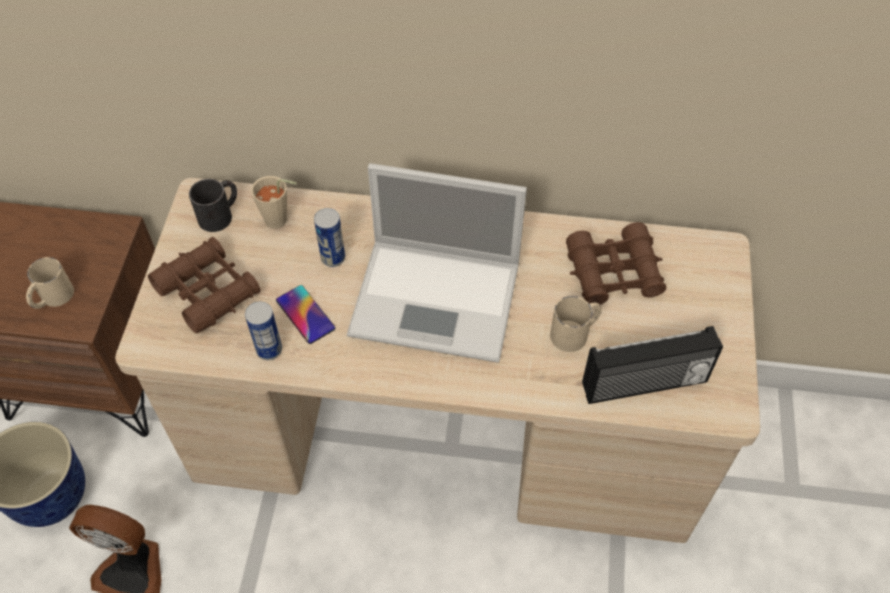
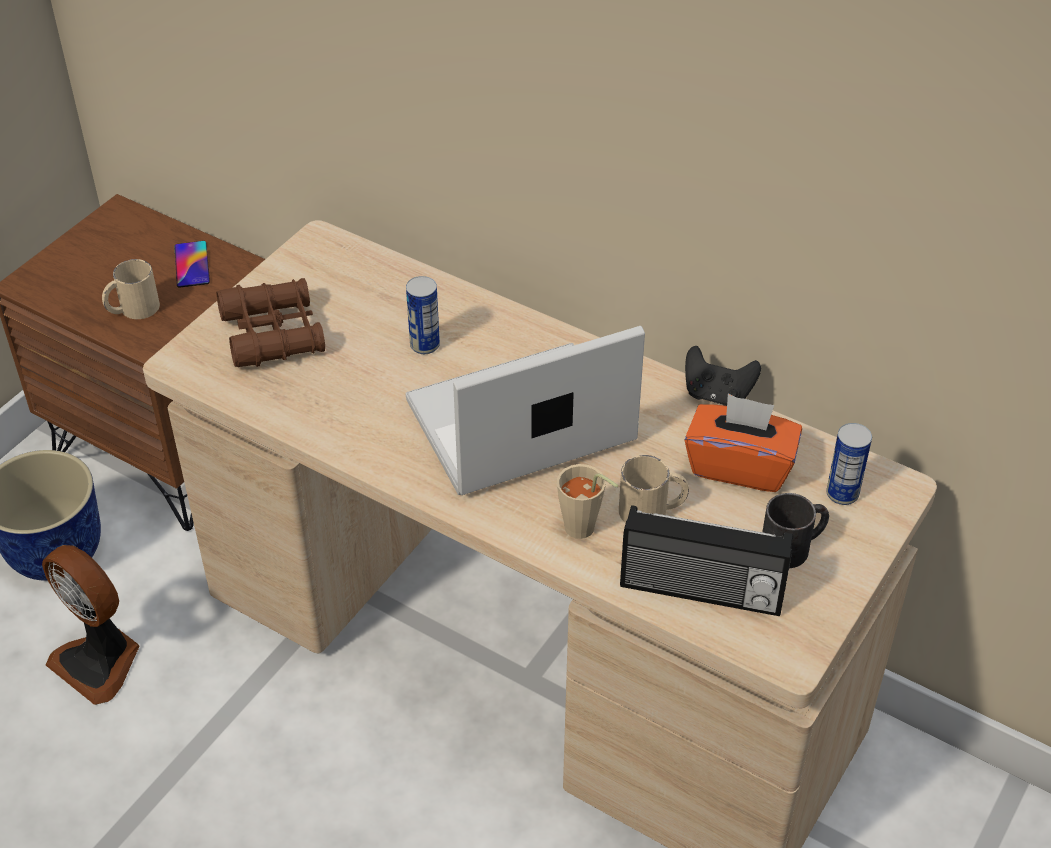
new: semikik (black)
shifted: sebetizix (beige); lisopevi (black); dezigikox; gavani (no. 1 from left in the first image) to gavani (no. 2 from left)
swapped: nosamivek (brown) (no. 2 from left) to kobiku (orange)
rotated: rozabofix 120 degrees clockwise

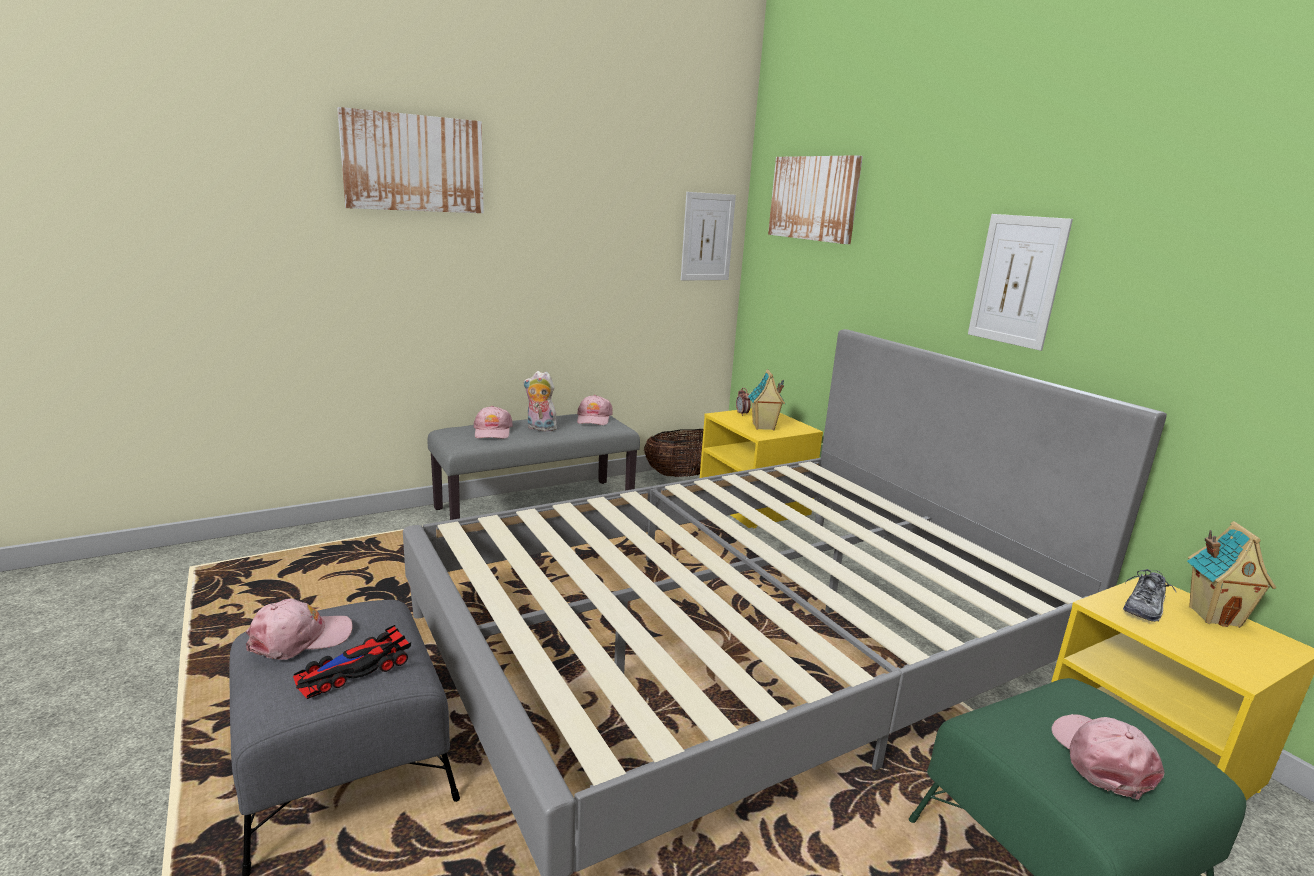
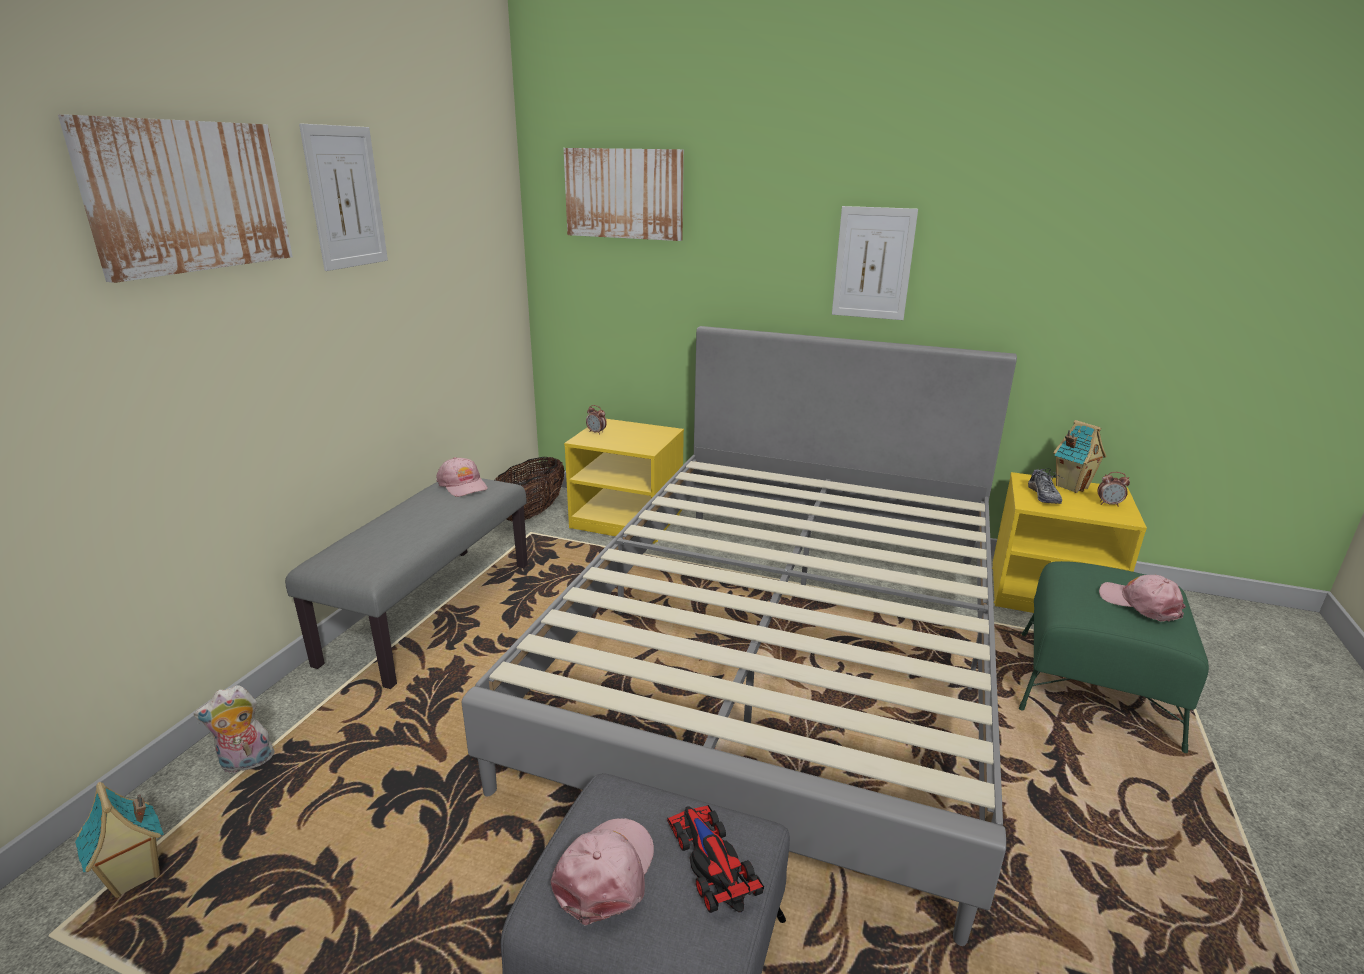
gone: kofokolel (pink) (no. 2 from left)
new: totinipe (no. 2 from left)
shifted: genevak (no. 2 from left); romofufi (no. 1 from left); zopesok
rotated: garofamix 150 degrees clockwise

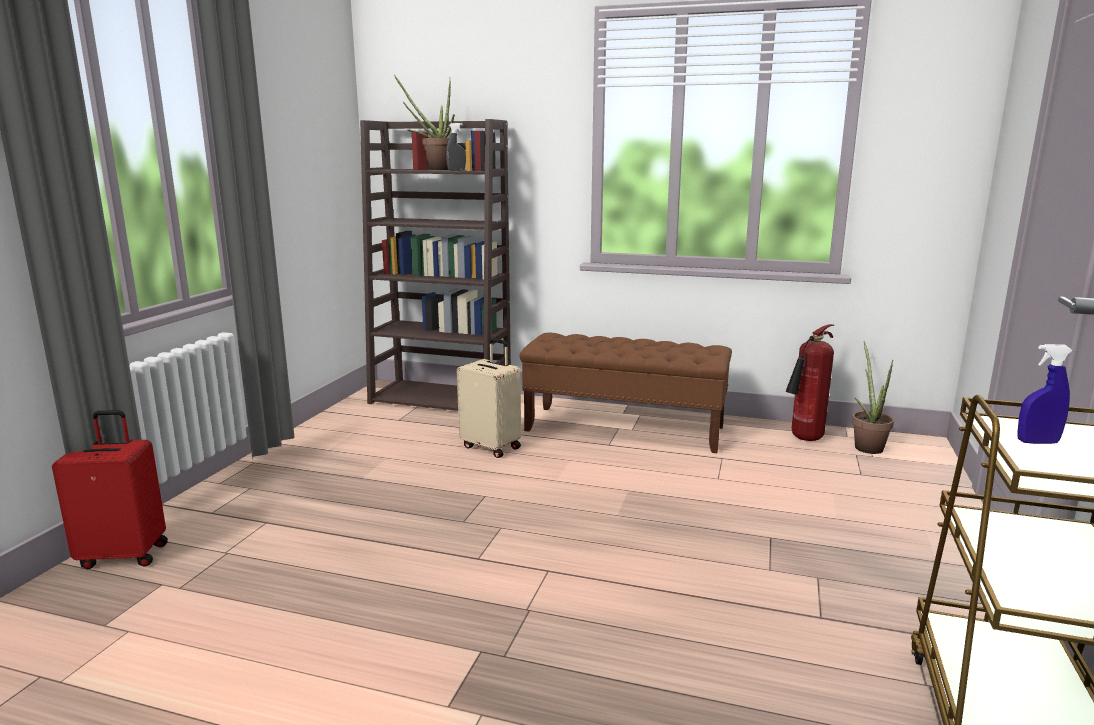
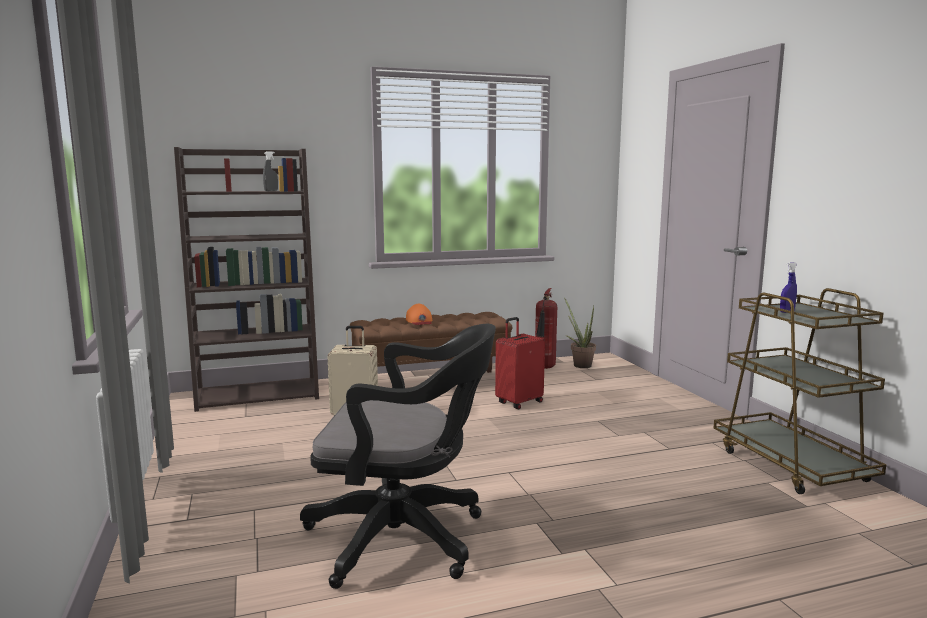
gone: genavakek (no. 1 from left)
new: kofokolel (orange); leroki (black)
shifted: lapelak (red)

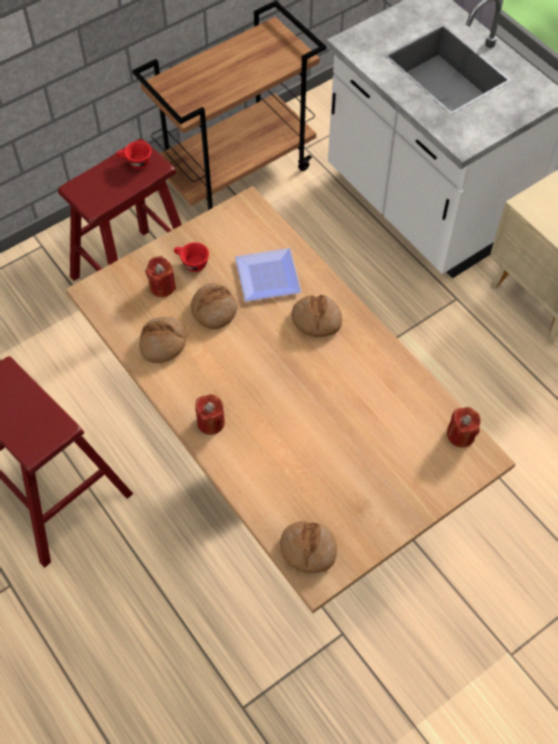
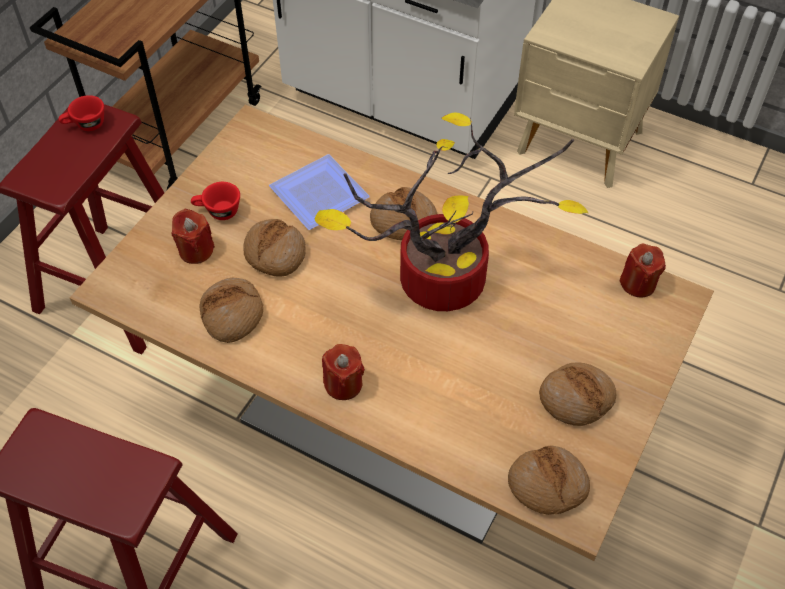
new: genavakek; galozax (no. 5 from left)

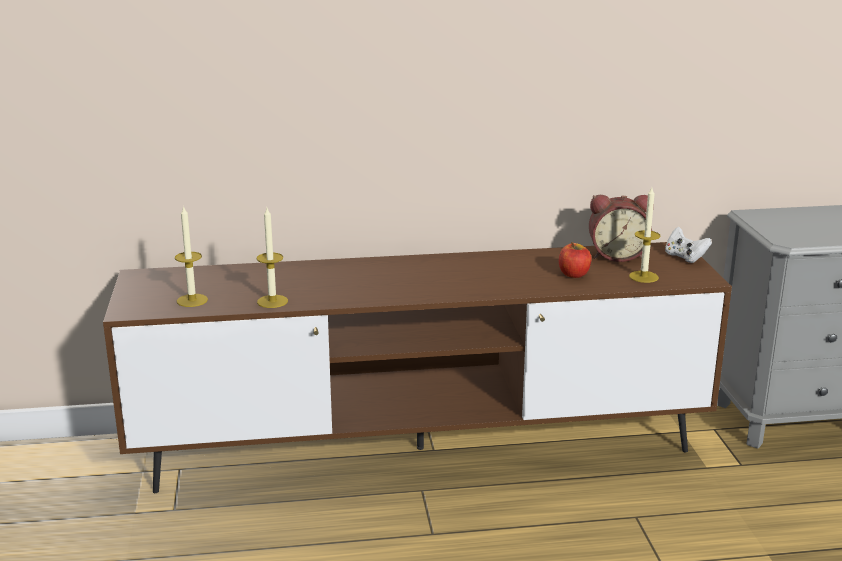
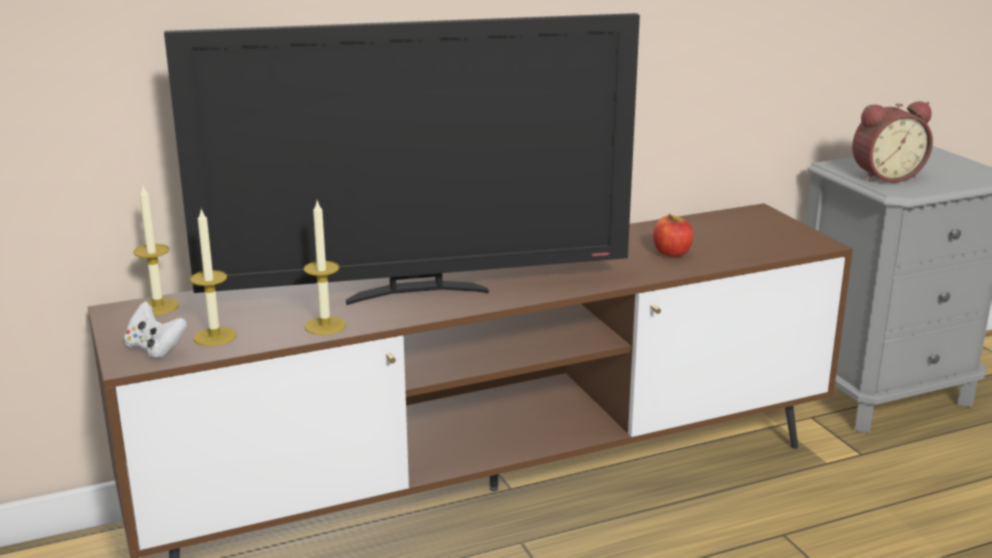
new: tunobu
shifted: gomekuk (no. 3 from left in the first image) to gomekuk (no. 1 from left); totinipe; semikik (white)

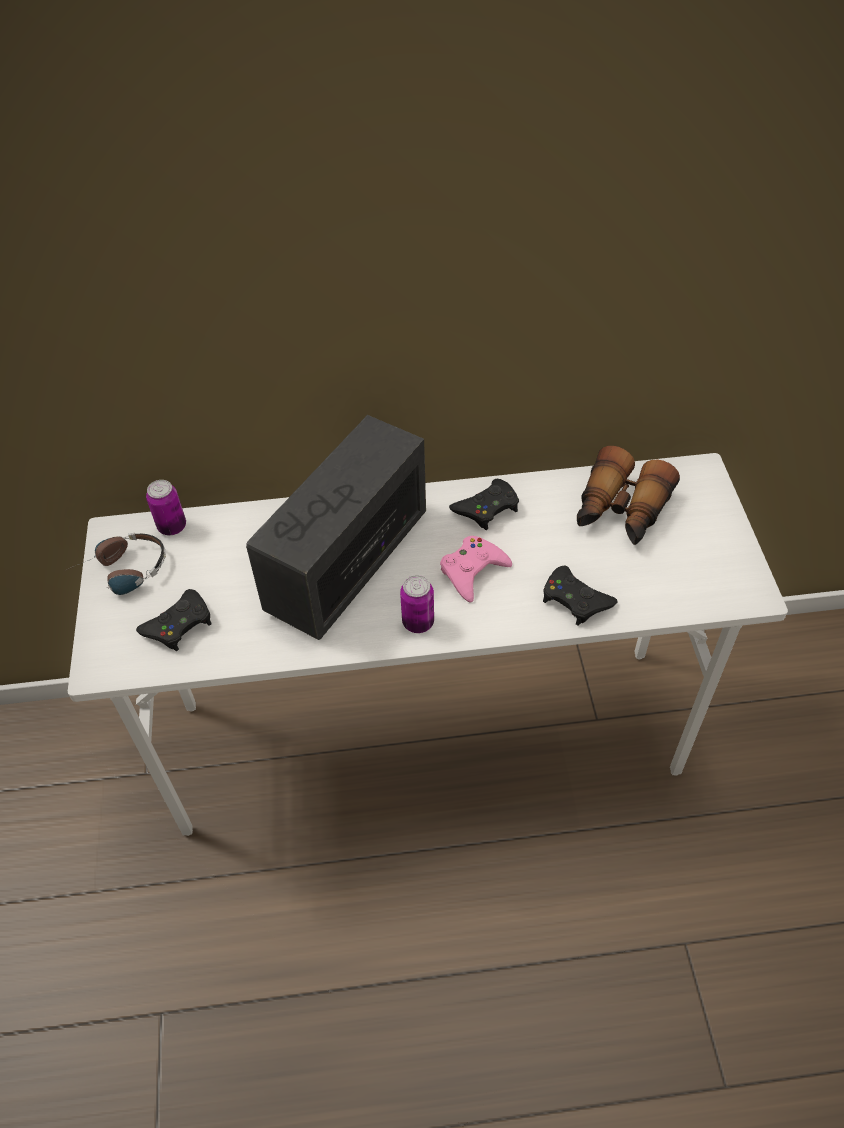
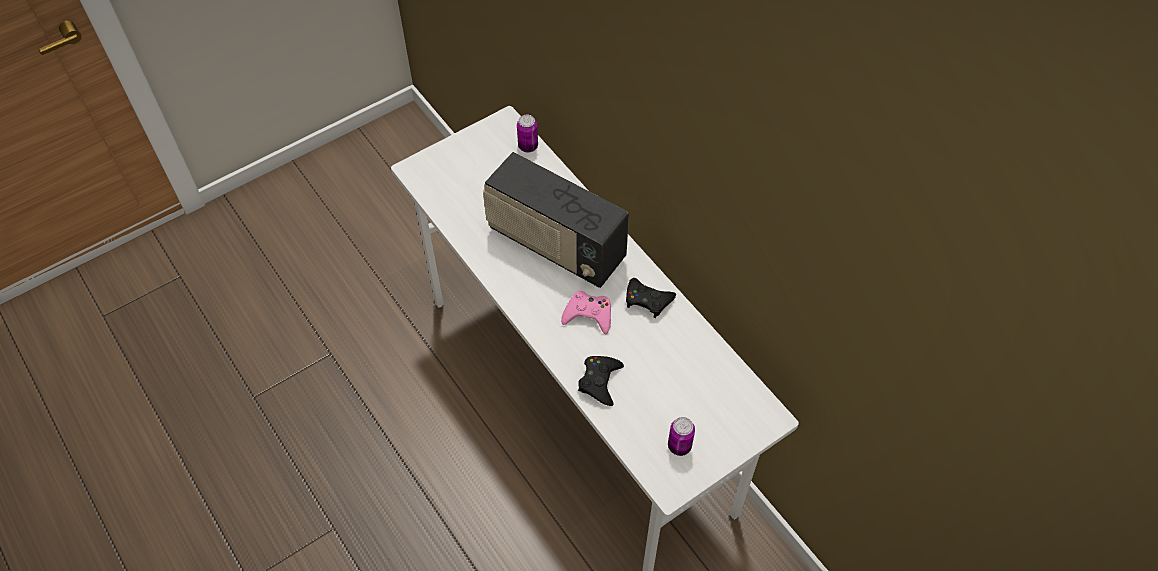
gone: nosamivek; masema; semikik (black) (no. 1 from left)
shifted: gavani (no. 2 from left)
rotated: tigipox 150 degrees counterclockwise

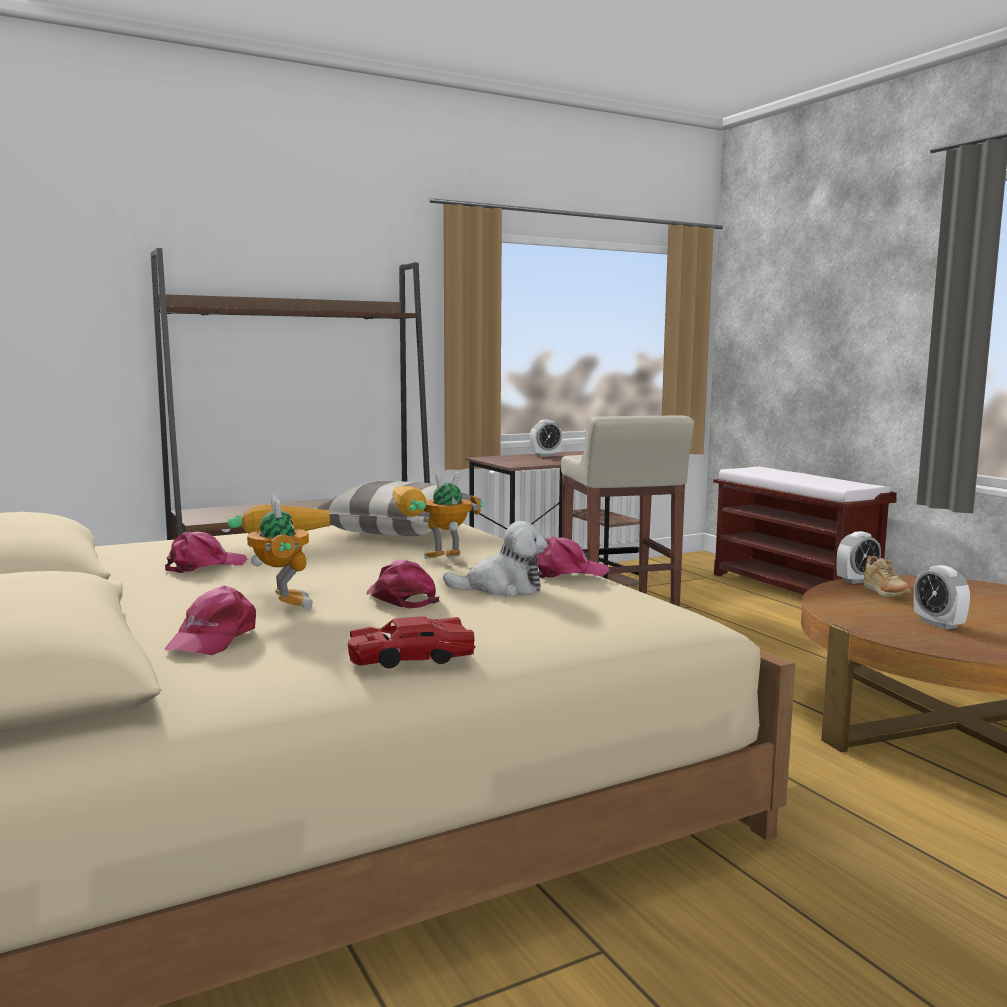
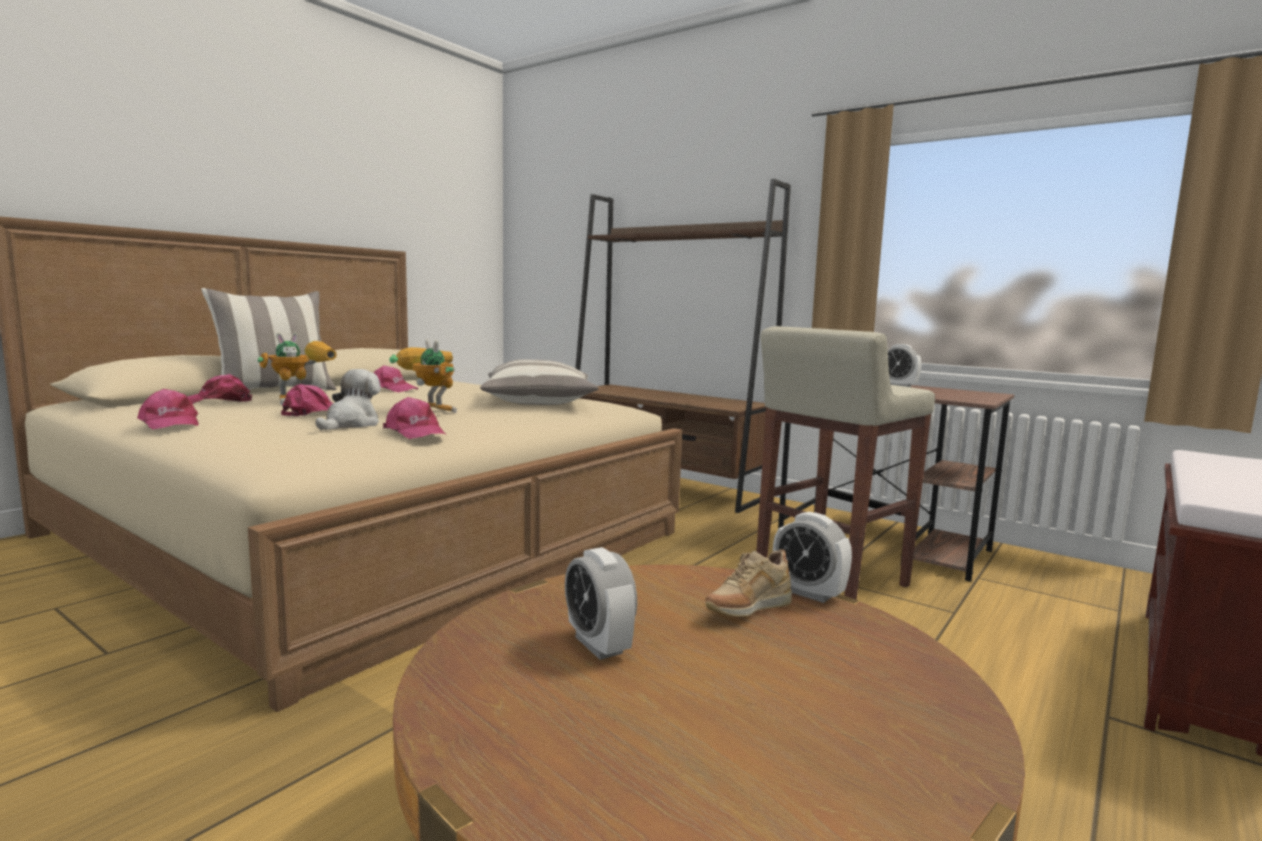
new: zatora (no. 1 from left)
swapped: garofamix (red) to kofokolel (pink) (no. 1 from left)
rotated: zopesok 135 degrees counterclockwise; totinipe (no. 3 from left in the first image) 75 degrees counterclockwise

